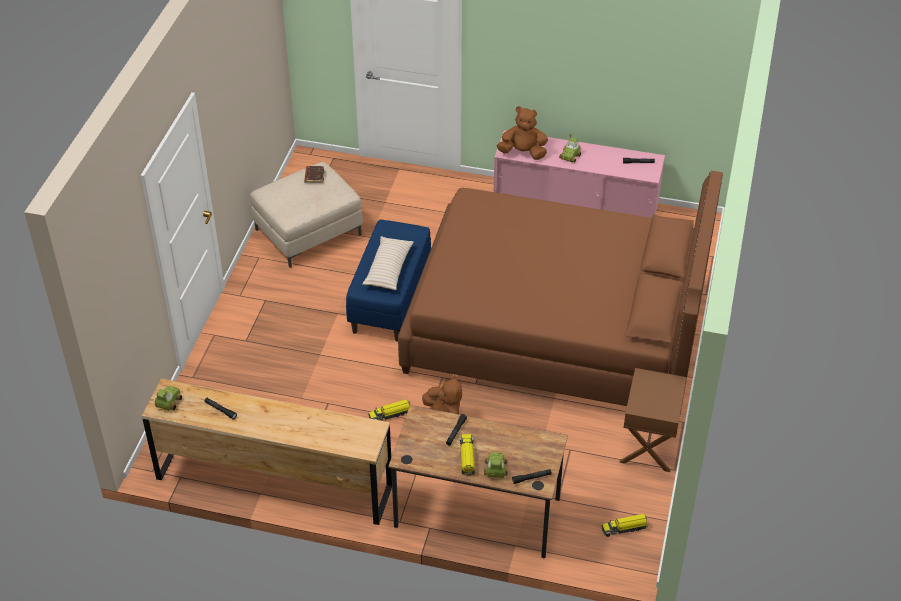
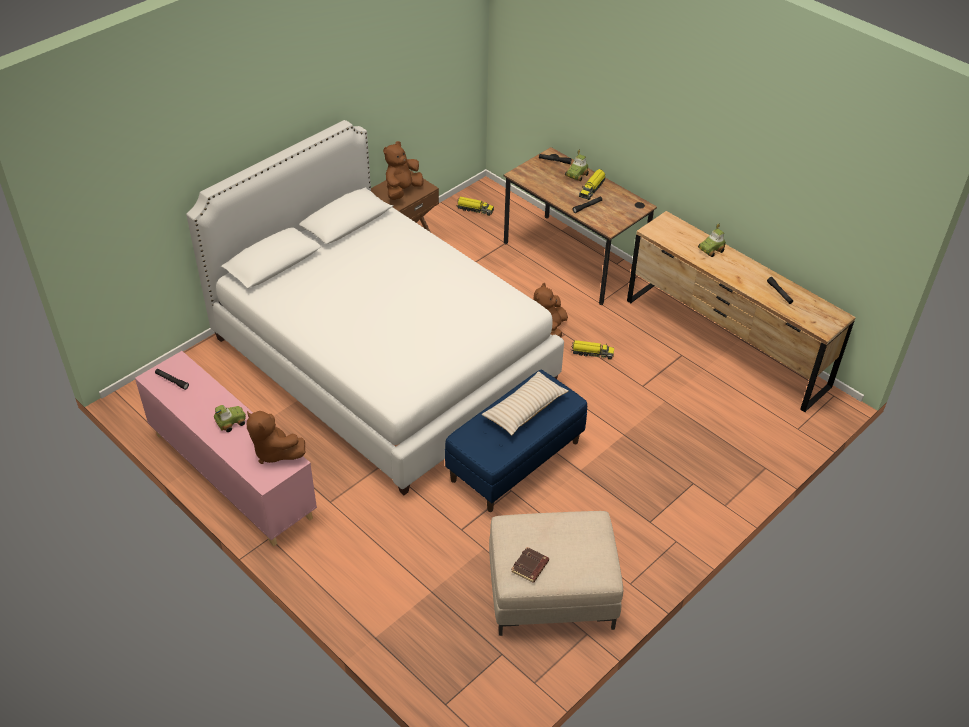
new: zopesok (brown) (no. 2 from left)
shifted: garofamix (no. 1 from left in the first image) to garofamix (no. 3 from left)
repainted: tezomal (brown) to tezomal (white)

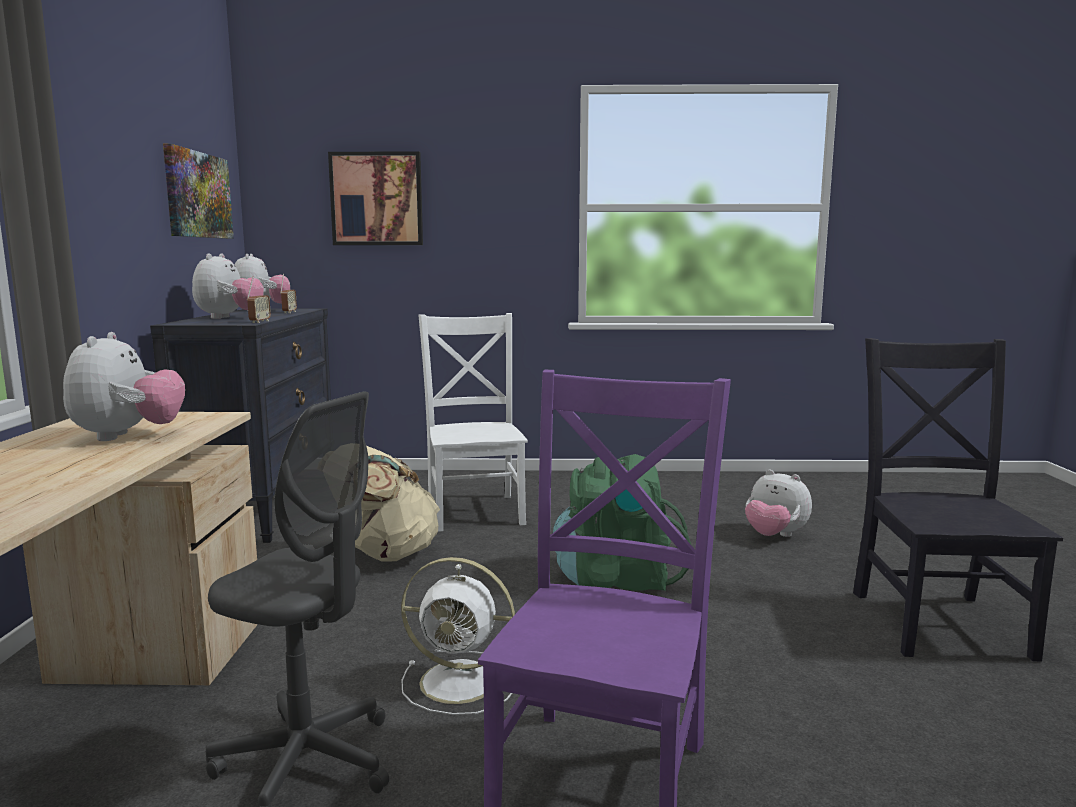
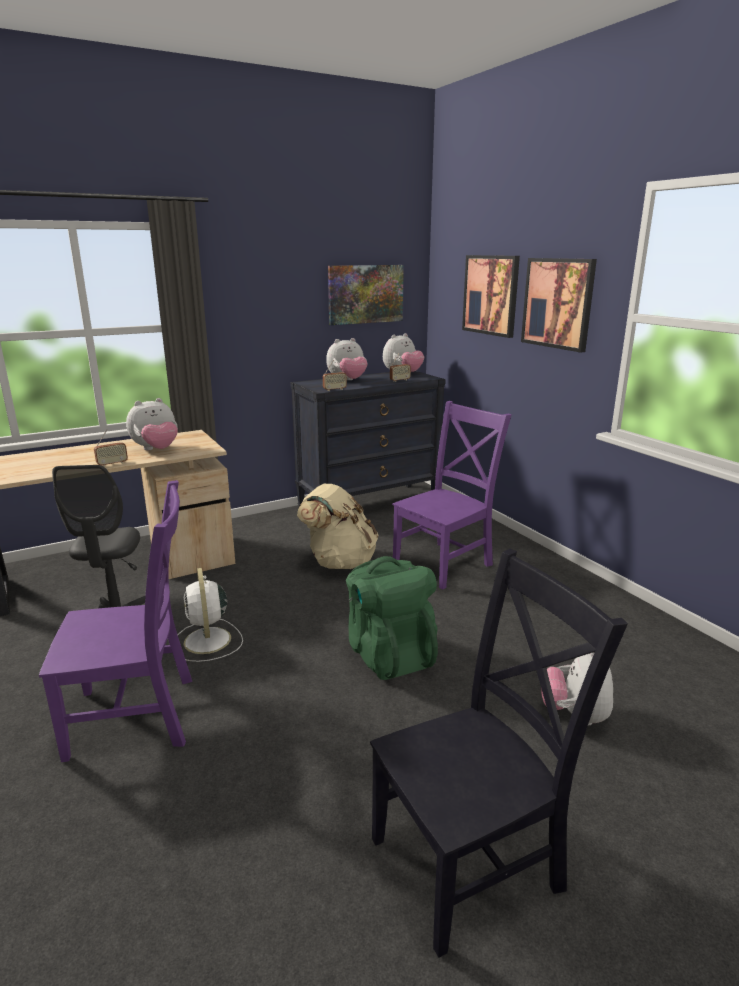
new: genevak (no. 3 from left); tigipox (no. 1 from left)
repainted: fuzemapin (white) to fuzemapin (purple) (no. 2 from left)

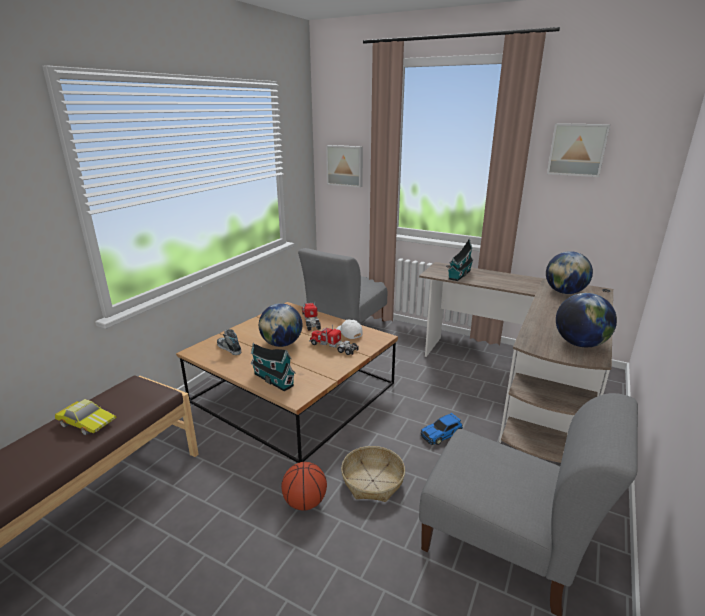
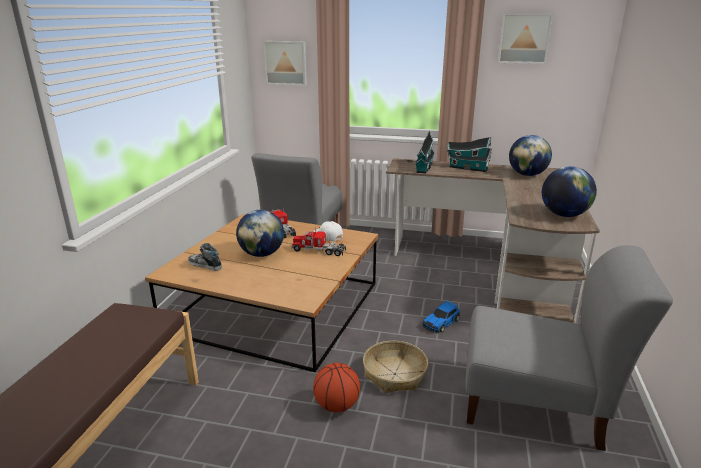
gone: garofamix (no. 1 from left)
shifted: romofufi (no. 1 from left in the first image) to romofufi (no. 2 from left)

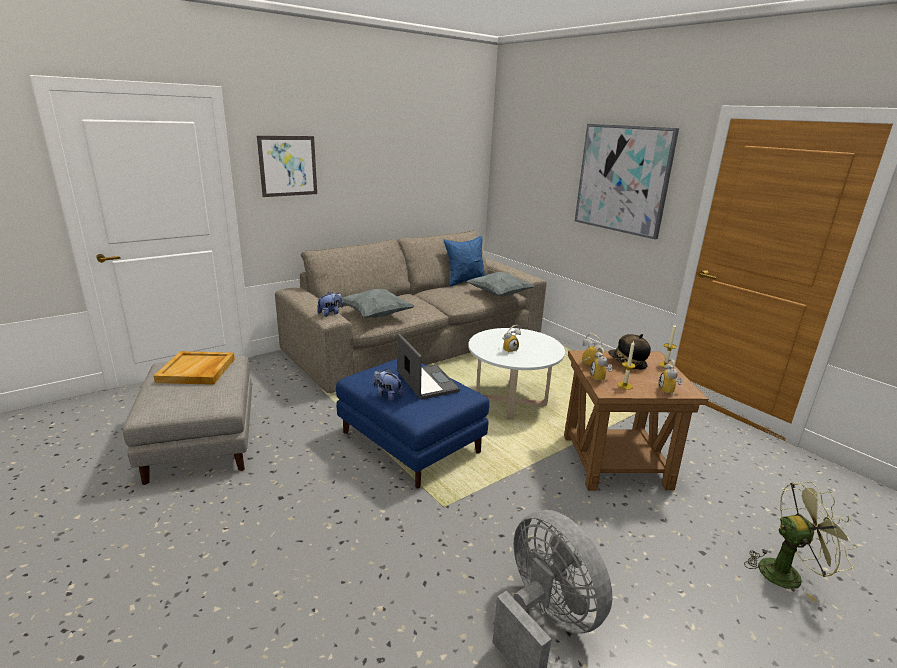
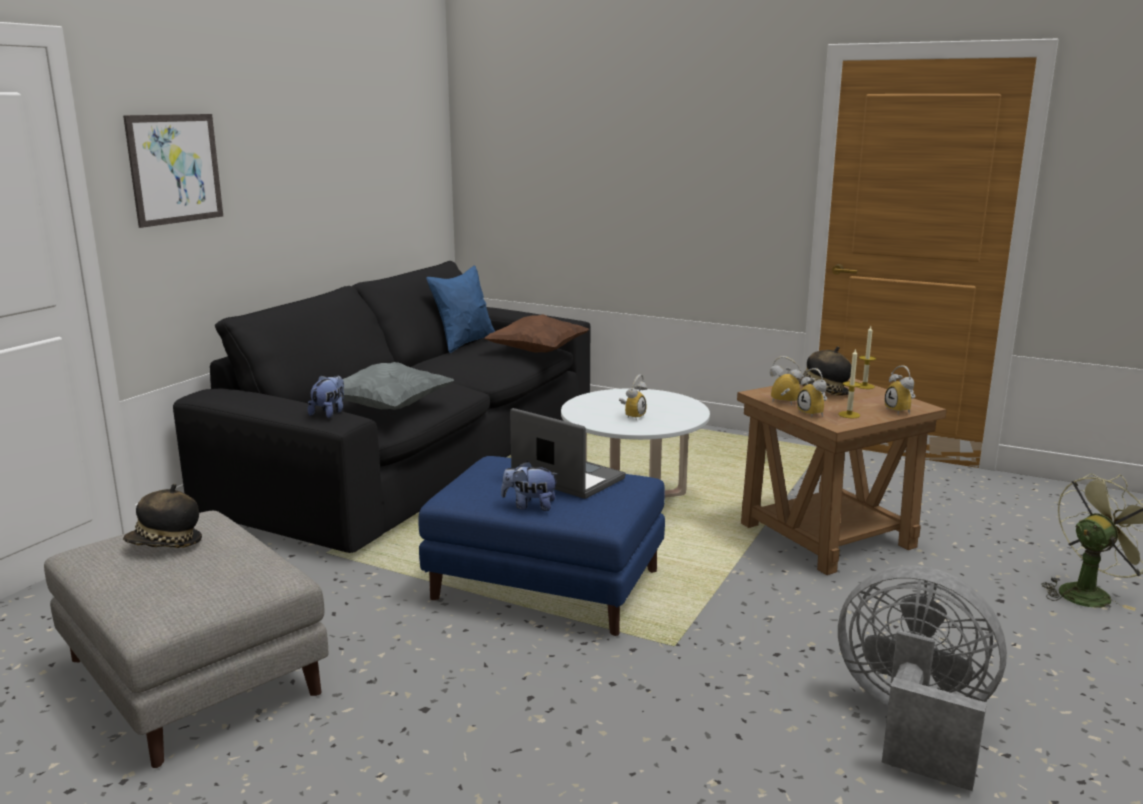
gone: genevak (no. 2 from left)
swapped: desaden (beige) to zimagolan (no. 1 from left)
repainted: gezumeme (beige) to gezumeme (black); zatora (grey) (no. 2 from left) to zatora (brown)

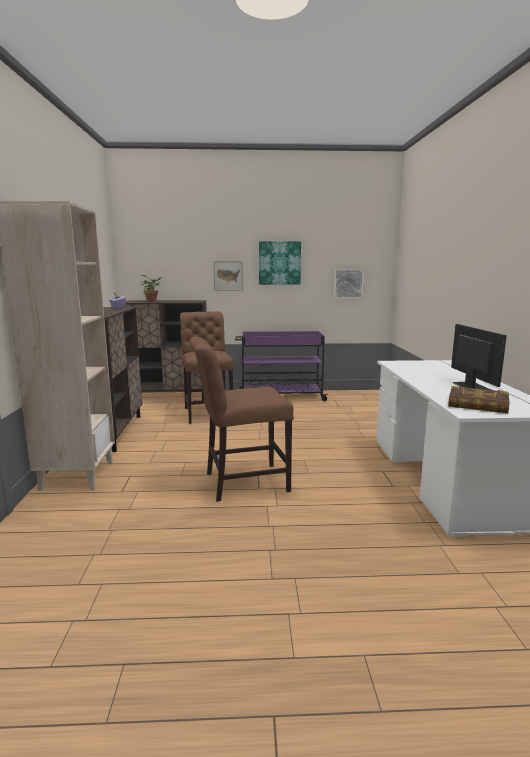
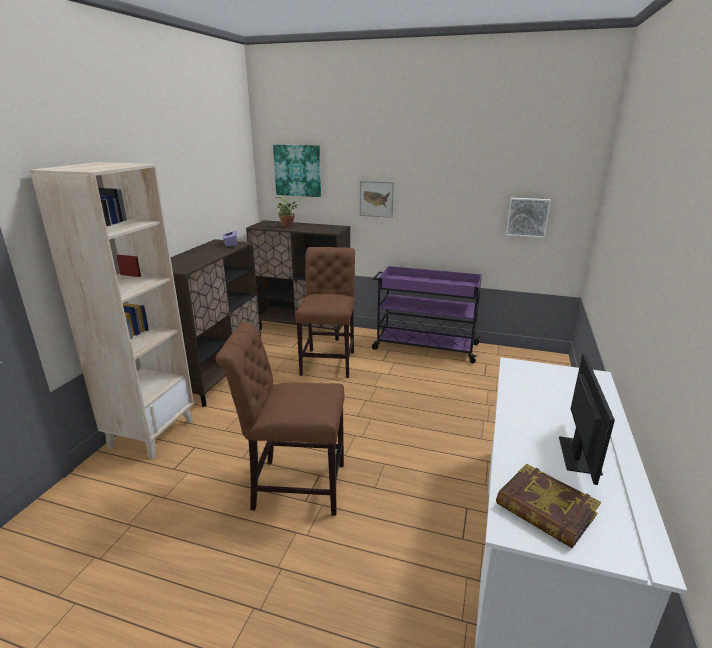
shifted: genevak (no. 2 from left in the first image) to genevak (no. 1 from left)

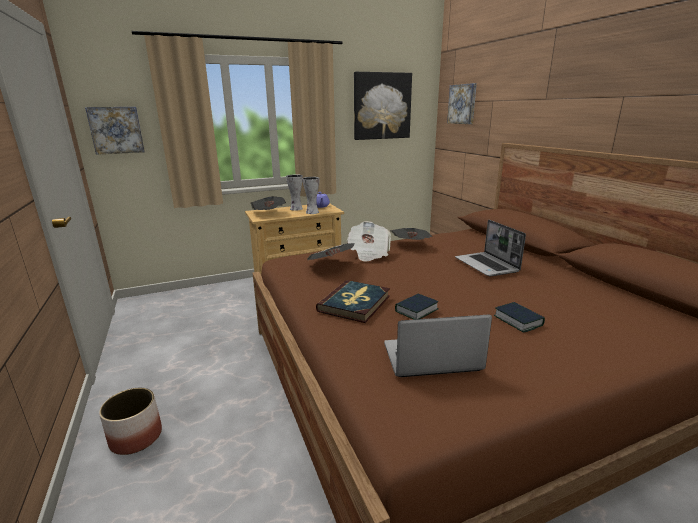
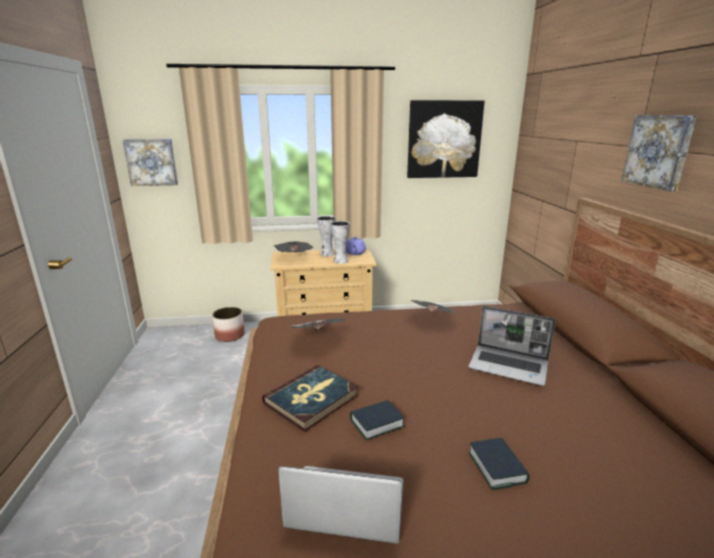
gone: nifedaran (no. 3 from left)
shifted: genevak (no. 3 from left); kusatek
rotated: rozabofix (no. 2 from left) 60 degrees counterclockwise

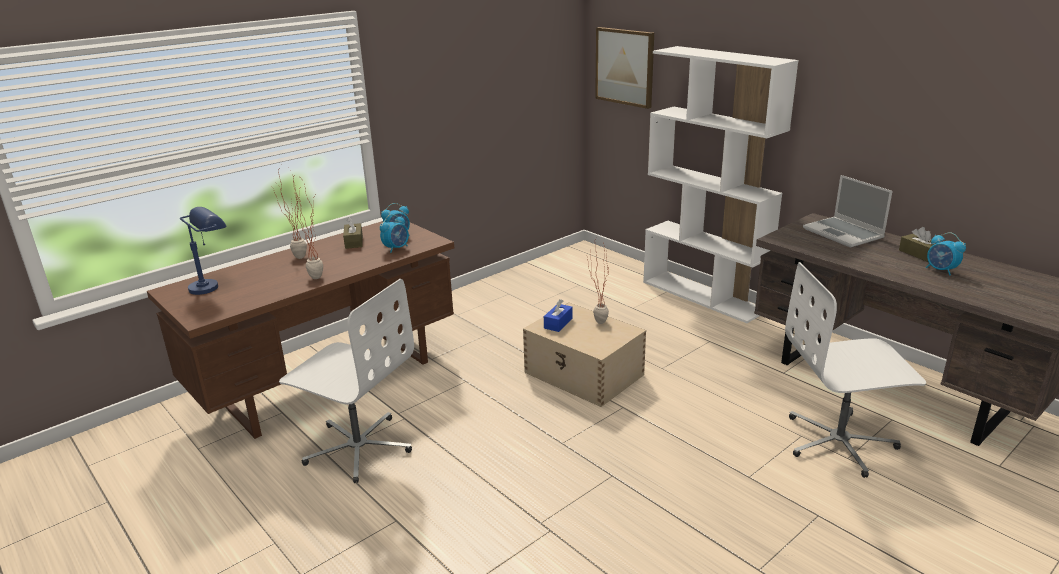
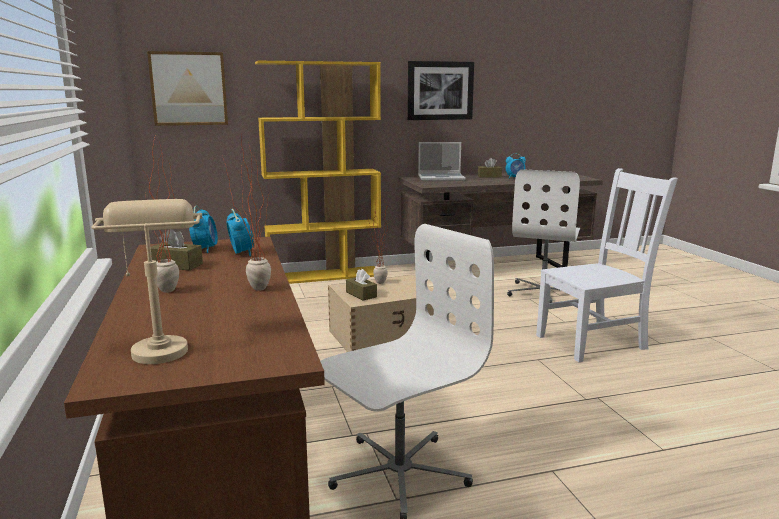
new: genevak (no. 2 from left); fuzemapin (white)
repainted: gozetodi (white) to gozetodi (yellow); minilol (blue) to minilol (beige); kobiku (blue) to kobiku (brown) (no. 2 from left)

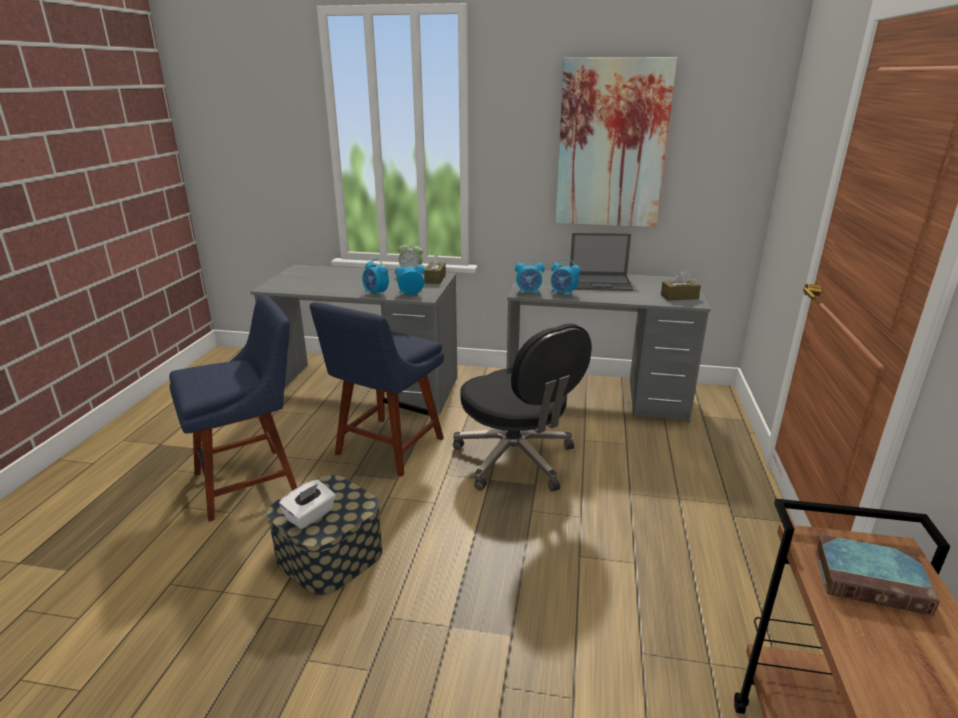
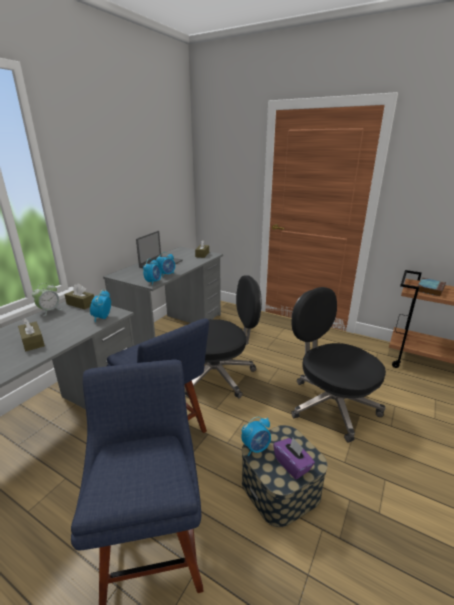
gone: genevak
new: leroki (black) (no. 2 from left); kobiku (brown) (no. 1 from left)
shifted: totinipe (no. 1 from left in the first image) to totinipe (no. 5 from left)
repainted: kobiku (white) to kobiku (purple)

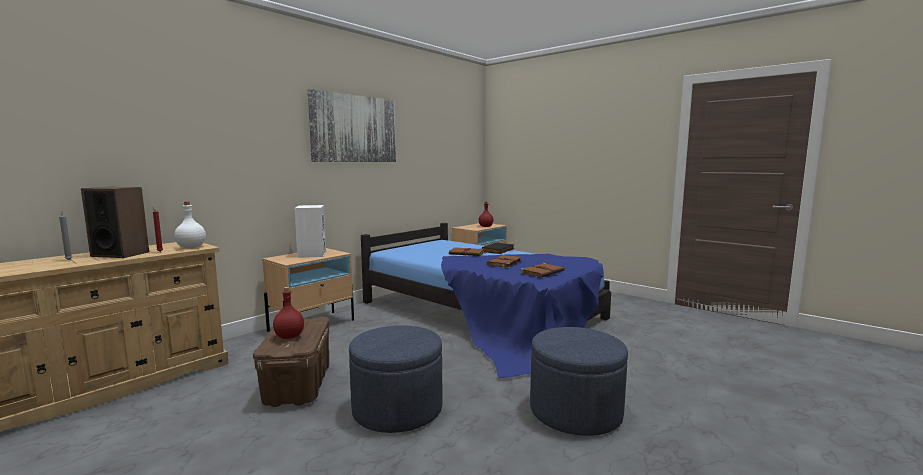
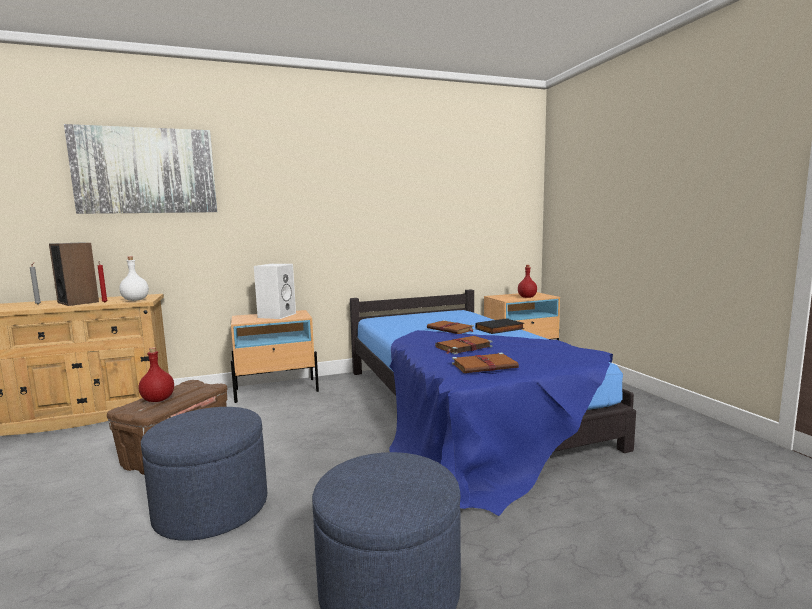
shifted: genevak

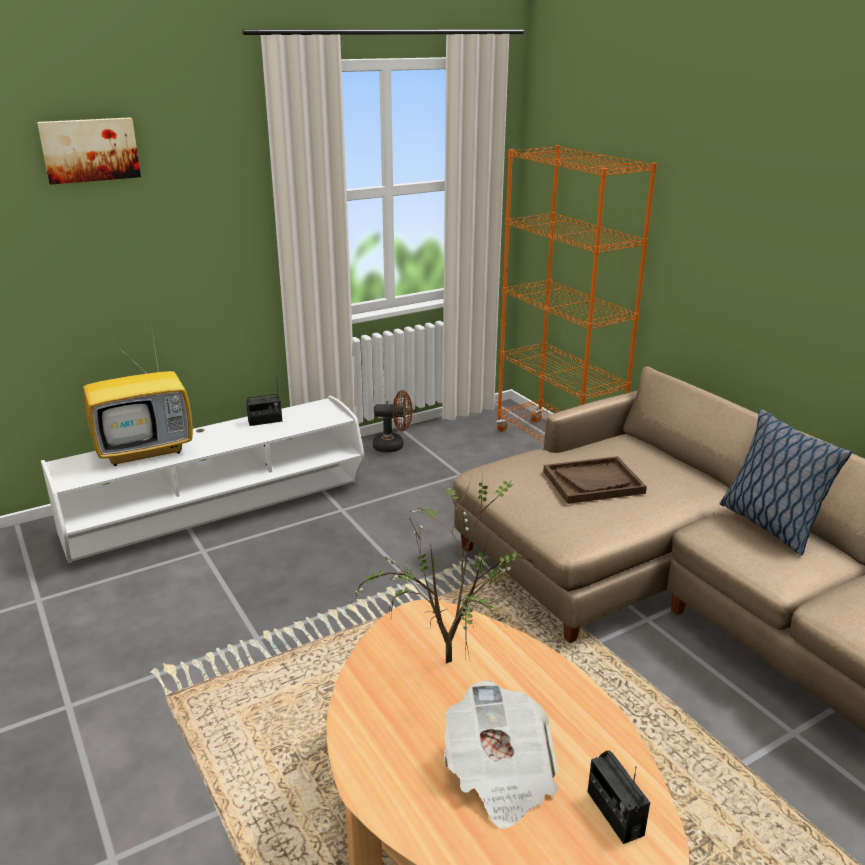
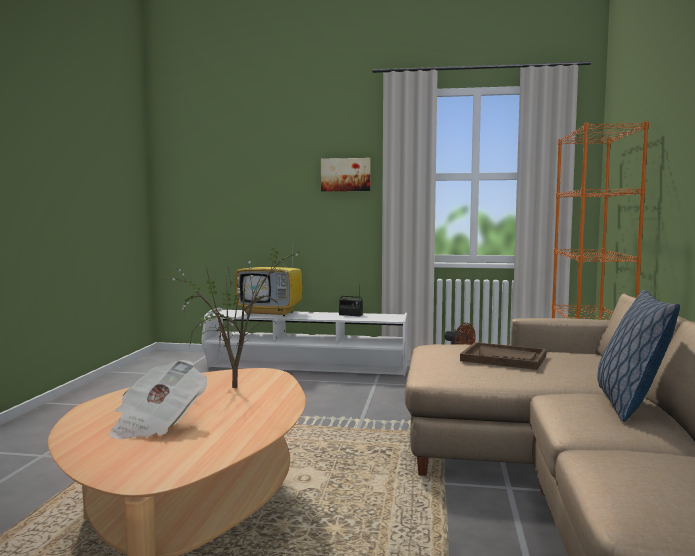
gone: tigipox (no. 2 from left)
shifted: genevak

